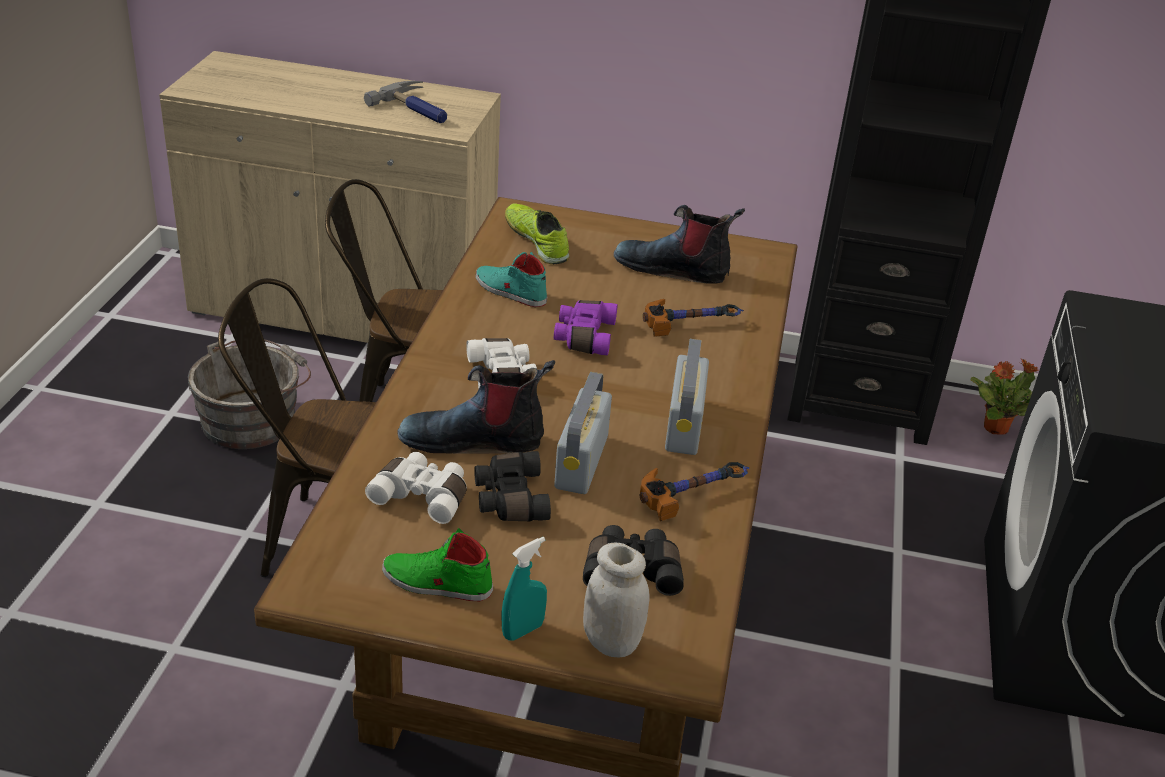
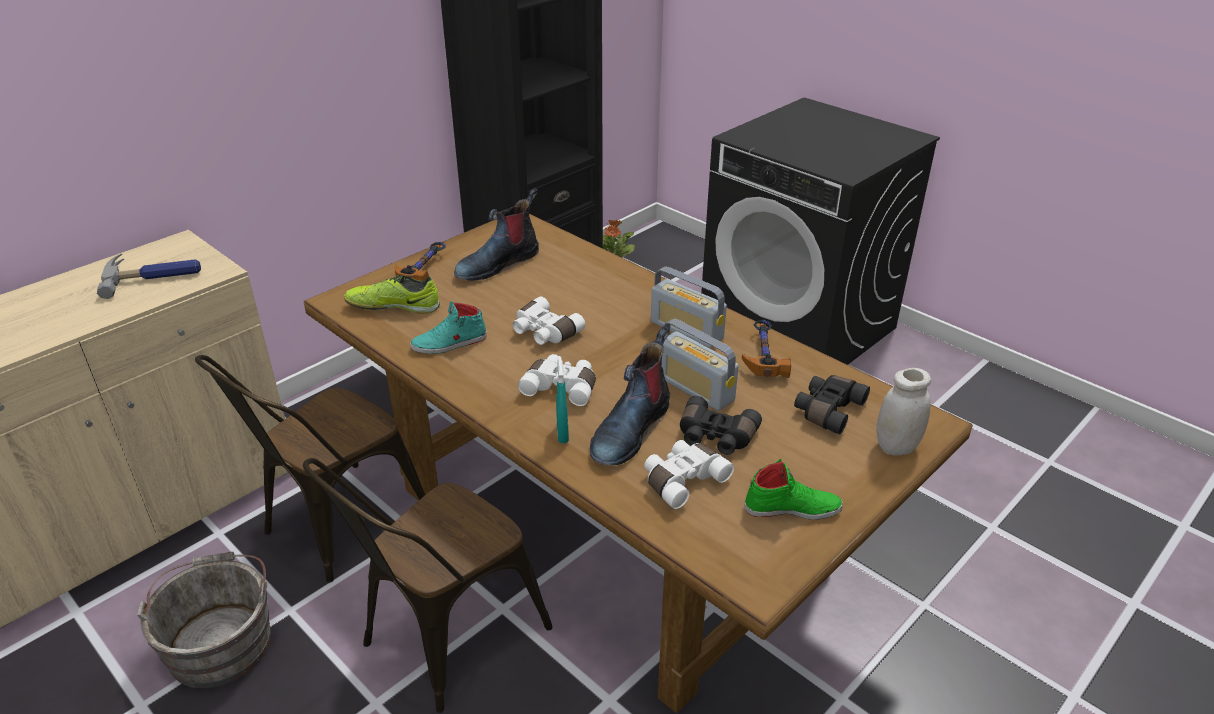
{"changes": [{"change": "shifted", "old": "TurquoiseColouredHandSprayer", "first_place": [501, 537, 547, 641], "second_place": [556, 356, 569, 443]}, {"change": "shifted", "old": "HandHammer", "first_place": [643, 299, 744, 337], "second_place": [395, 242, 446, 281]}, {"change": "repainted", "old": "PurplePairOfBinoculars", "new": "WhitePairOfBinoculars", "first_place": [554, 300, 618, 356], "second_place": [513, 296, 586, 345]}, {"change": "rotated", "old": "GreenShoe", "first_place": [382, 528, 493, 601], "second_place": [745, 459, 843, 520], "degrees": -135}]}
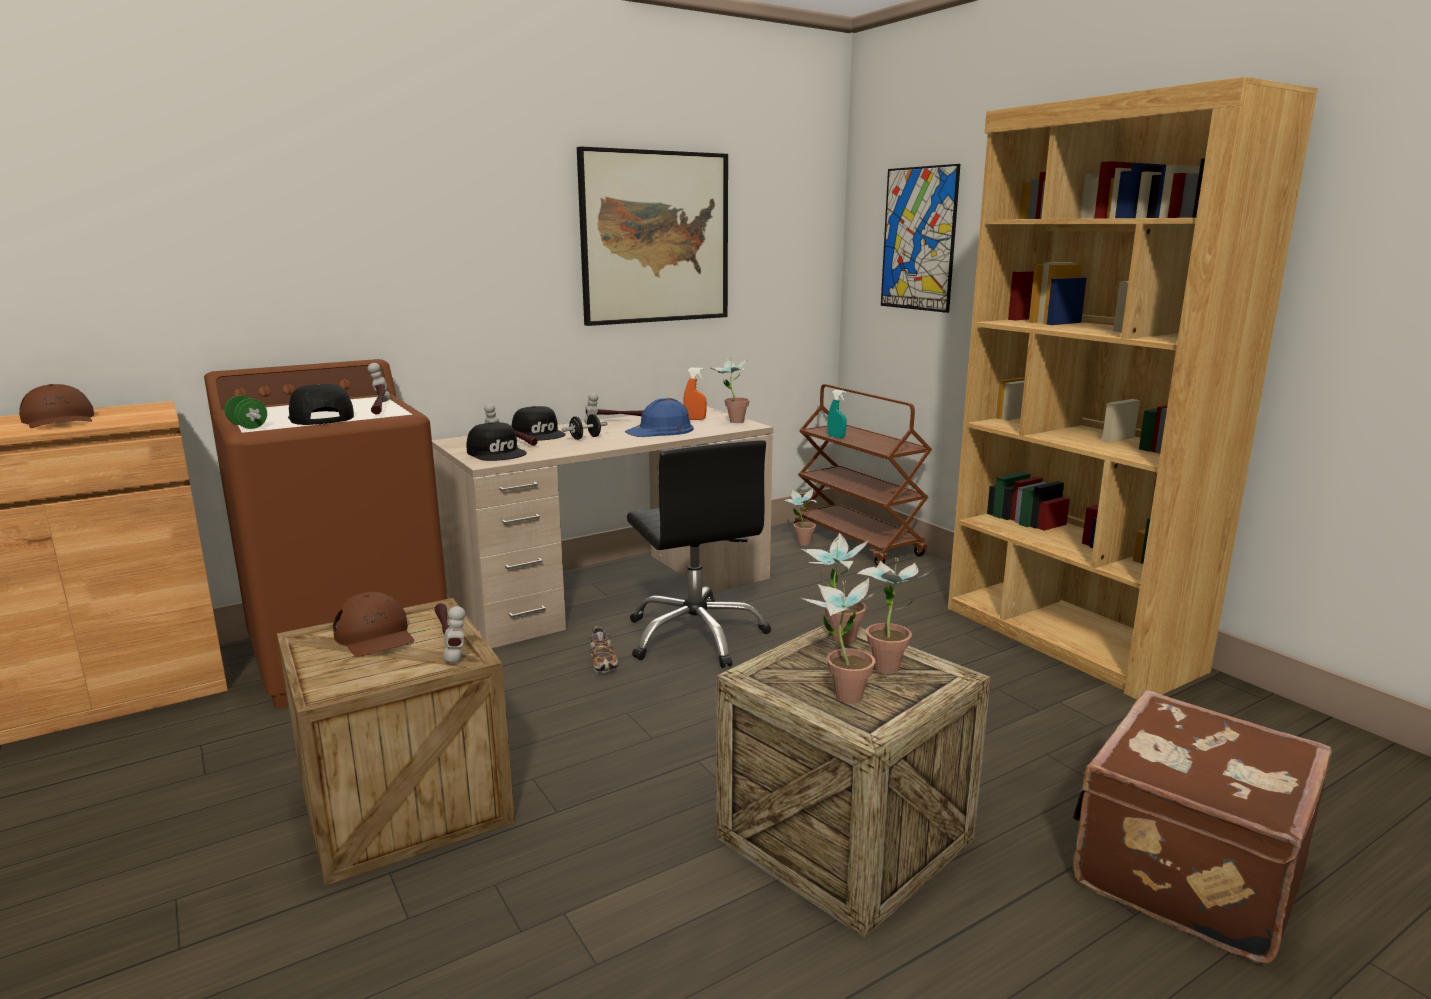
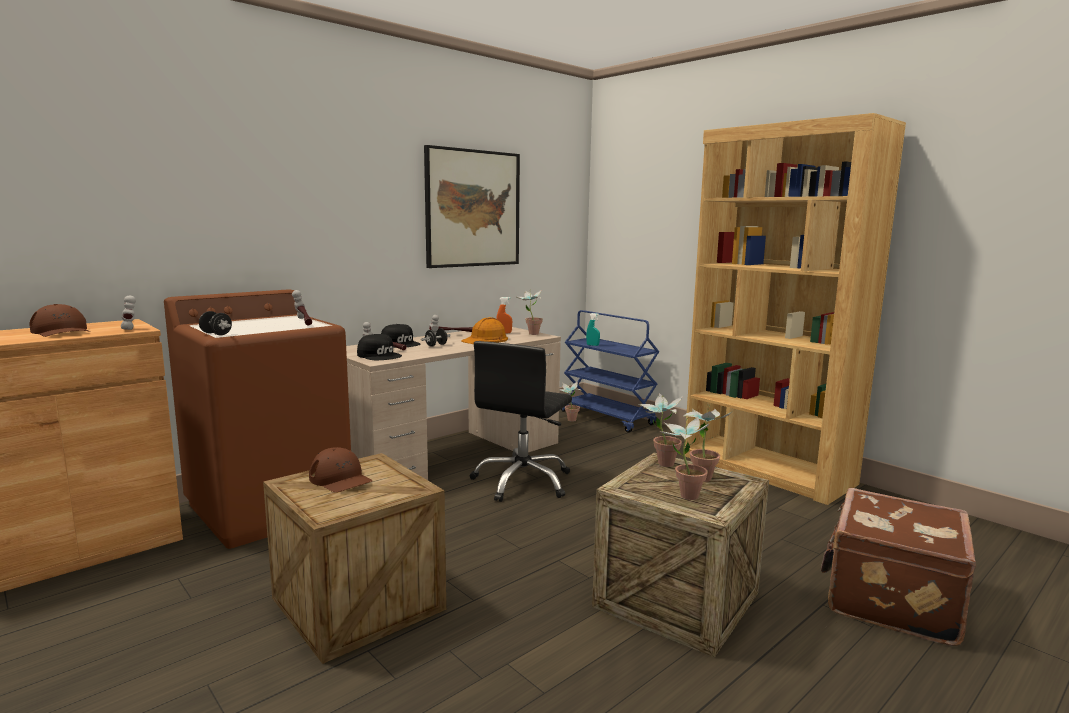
{"changes": [{"change": "gone", "old": "BlackColouredCap", "first_place": [288, 384, 354, 425]}, {"change": "gone", "old": "Shoe", "first_place": [588, 626, 618, 673]}, {"change": "gone", "old": "WallPicture", "first_place": [881, 164, 960, 313]}, {"change": "shifted", "old": "HandHammer", "first_place": [434, 603, 466, 663], "second_place": [121, 296, 136, 330]}, {"change": "repainted", "old": "GreenHandWeight", "new": "BlackColouredHandWeight", "first_place": [225, 395, 267, 429], "second_place": [199, 311, 232, 335]}, {"change": "repainted", "old": "BlueSafetyHelmet", "new": "OrangeColouredSafetyHelmet", "first_place": [625, 398, 694, 437], "second_place": [461, 317, 508, 344]}, {"change": "repainted", "old": "BrownColouredTrolley", "new": "BlueTrolley", "first_place": [794, 384, 932, 566], "second_place": [561, 310, 659, 433]}, {"change": "rotated", "old": "BlackColouredOfficeChair", "first_place": [627, 440, 771, 668], "second_place": [470, 341, 572, 502], "degrees": 60}]}
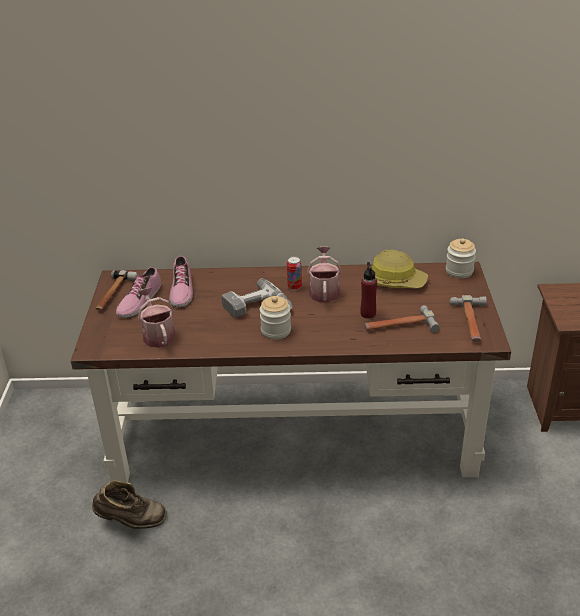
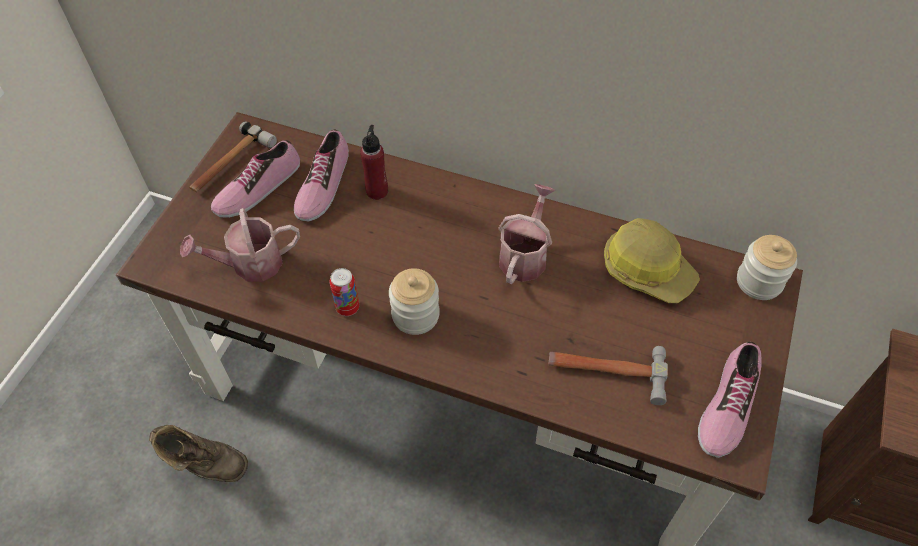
{"changes": [{"change": "gone", "old": "PowerDrill", "first_place": [221, 278, 293, 318]}, {"change": "shifted", "old": "Can", "first_place": [287, 257, 302, 290], "second_place": [330, 268, 359, 316]}, {"change": "shifted", "old": "RedBottle", "first_place": [360, 262, 377, 319], "second_place": [360, 125, 388, 200]}, {"change": "swapped", "old": "HandHammer", "new": "Shoe", "first_place": [450, 295, 487, 342], "second_place": [698, 342, 762, 458]}, {"change": "rotated", "old": "SprinklingCan", "first_place": [138, 288, 175, 348], "second_place": [180, 208, 300, 282], "degrees": -105}]}
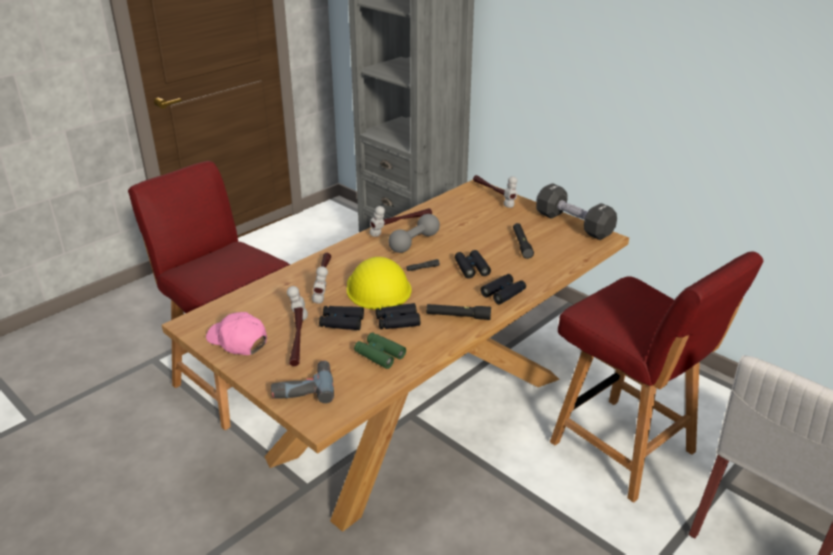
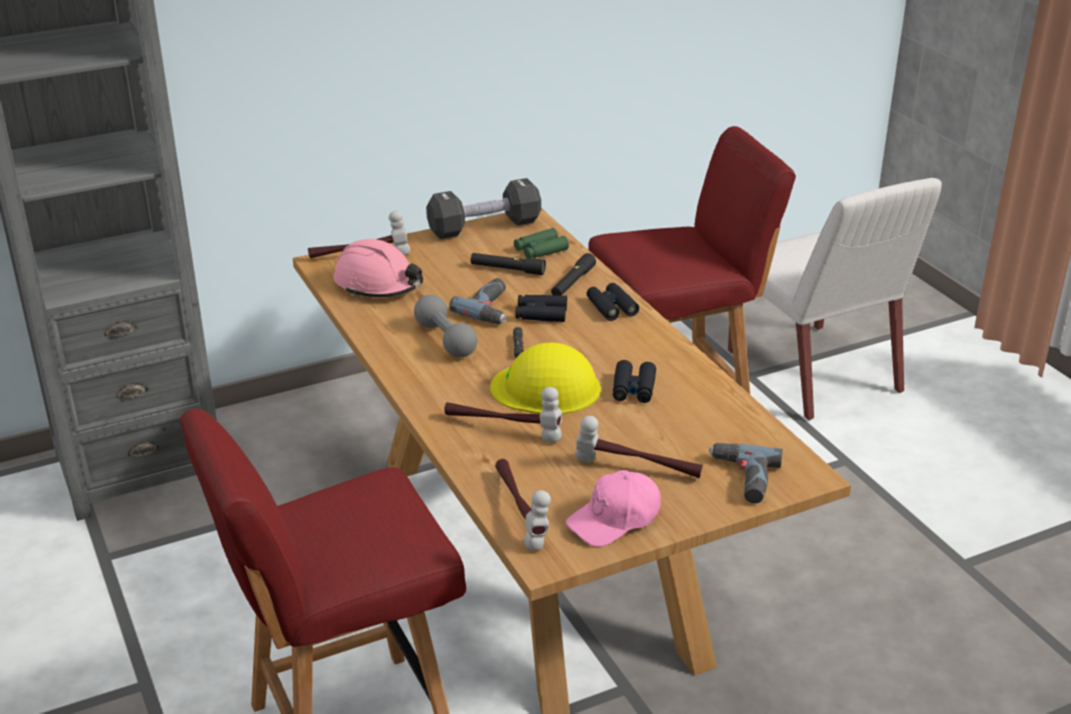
{"changes": [{"change": "gone", "old": "BlackColouredPairOfBinoculars", "first_place": [319, 306, 364, 330]}, {"change": "new", "new": "PinkishSafetyHelmet", "second_place": [333, 239, 423, 297]}, {"change": "new", "new": "PowerDrill", "second_place": [449, 278, 506, 324]}, {"change": "shifted", "old": "GreenPairOfBinoculars", "first_place": [354, 332, 406, 369], "second_place": [514, 228, 569, 258]}, {"change": "shifted", "old": "HandHammer", "first_place": [369, 206, 432, 237], "second_place": [495, 459, 551, 551]}, {"change": "shifted", "old": "BlackColouredFlashlight", "first_place": [426, 304, 491, 320], "second_place": [551, 253, 596, 296]}]}
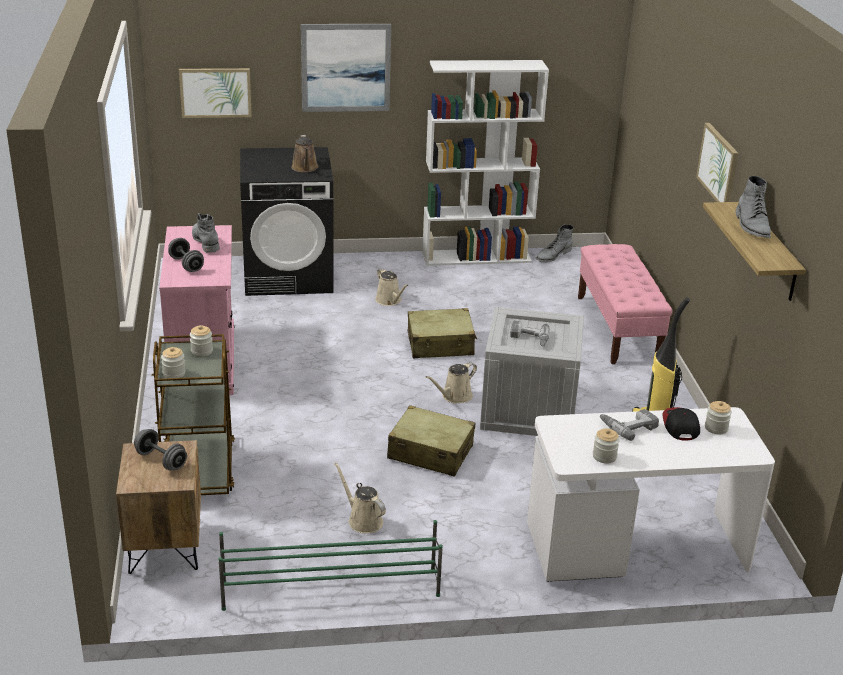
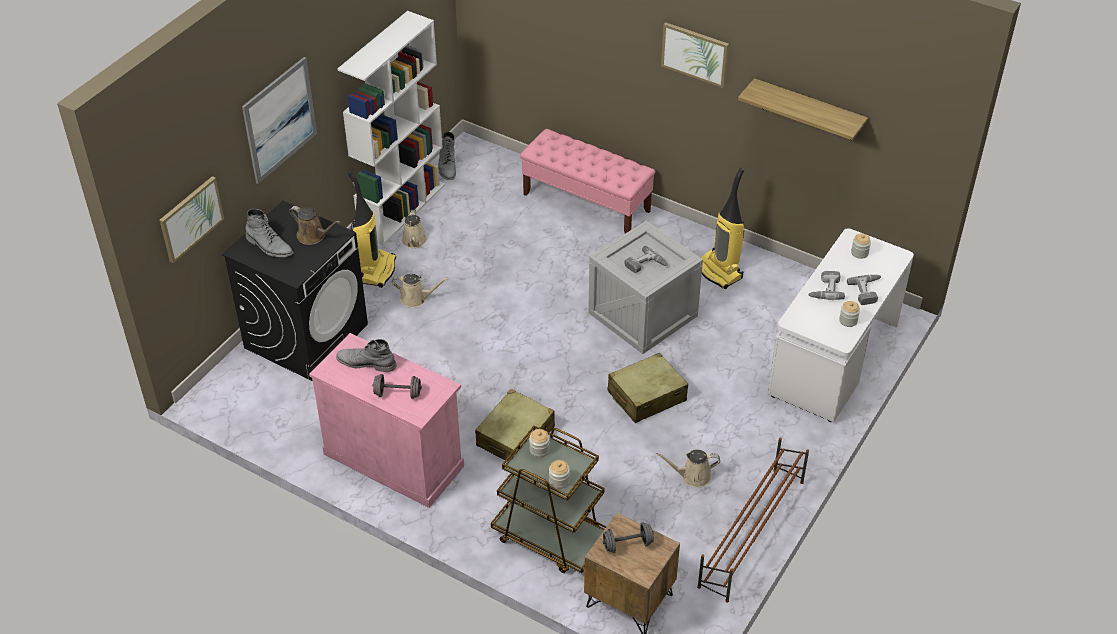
{"changes": [{"change": "gone", "old": "Cap", "first_place": [663, 407, 700, 440]}, {"change": "new", "new": "Hoover", "second_place": [347, 170, 396, 288]}, {"change": "new", "new": "PowerDrill", "second_place": [847, 275, 882, 305]}, {"change": "shifted", "old": "BeigeColouredSuitcase", "first_place": [408, 308, 477, 358], "second_place": [475, 389, 555, 462]}, {"change": "shifted", "old": "BeigeColouredSprinklingCan", "first_place": [426, 362, 477, 403], "second_place": [402, 210, 427, 248]}, {"change": "shifted", "old": "GrayBoot", "first_place": [735, 176, 771, 238], "second_place": [246, 209, 294, 257]}, {"change": "repainted", "old": "GreenShoeStand", "new": "BrownColouredShoeStand", "first_place": [219, 520, 443, 611], "second_place": [697, 438, 809, 602]}]}
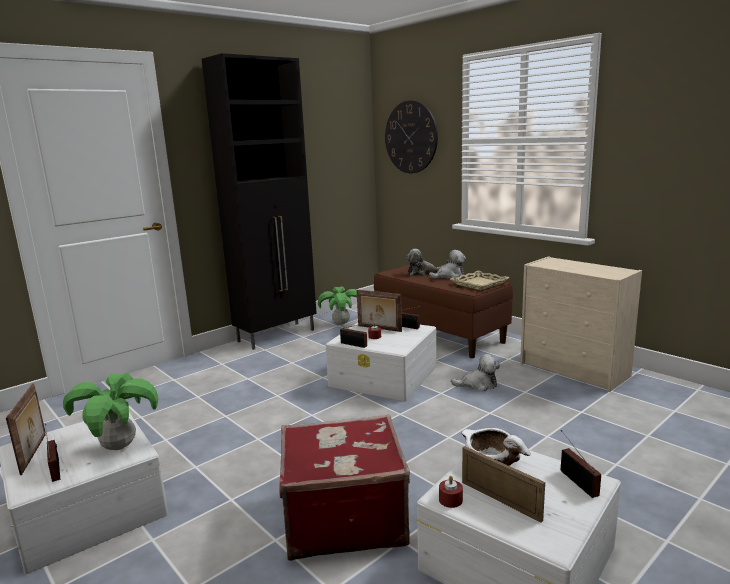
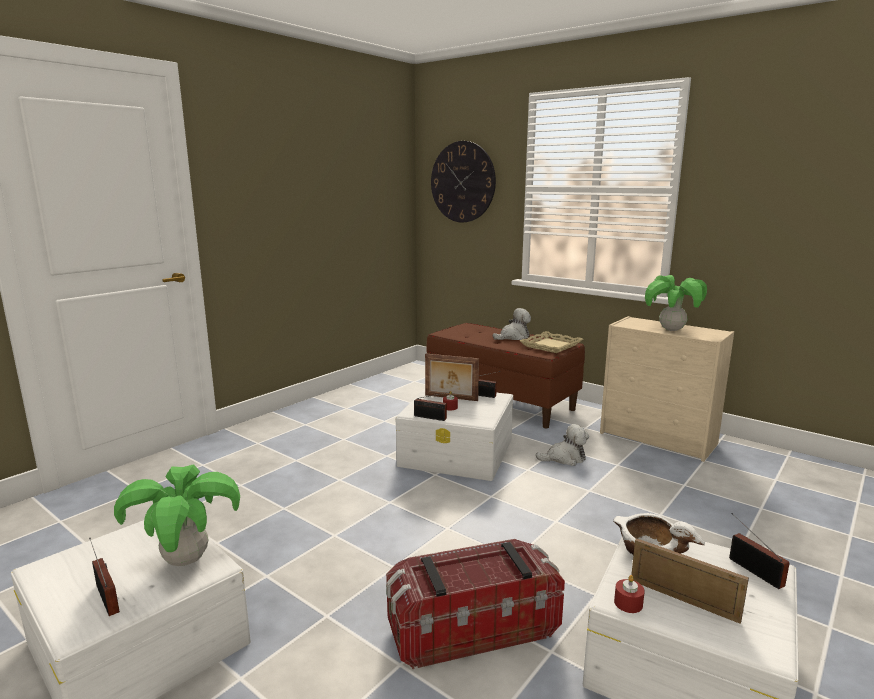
{"changes": [{"change": "gone", "old": "StandingFrame", "first_place": [6, 384, 46, 475]}, {"change": "gone", "old": "BlackColouredStorageCabinet", "first_place": [202, 53, 317, 350]}, {"change": "gone", "old": "CuddlyToy", "first_place": [406, 249, 441, 276]}, {"change": "shifted", "old": "PlantInAPot", "first_place": [318, 286, 357, 325], "second_place": [645, 275, 707, 331]}, {"change": "swapped", "old": "RedSuitcase", "new": "StorageBin", "first_place": [280, 414, 410, 561], "second_place": [386, 539, 565, 669]}]}
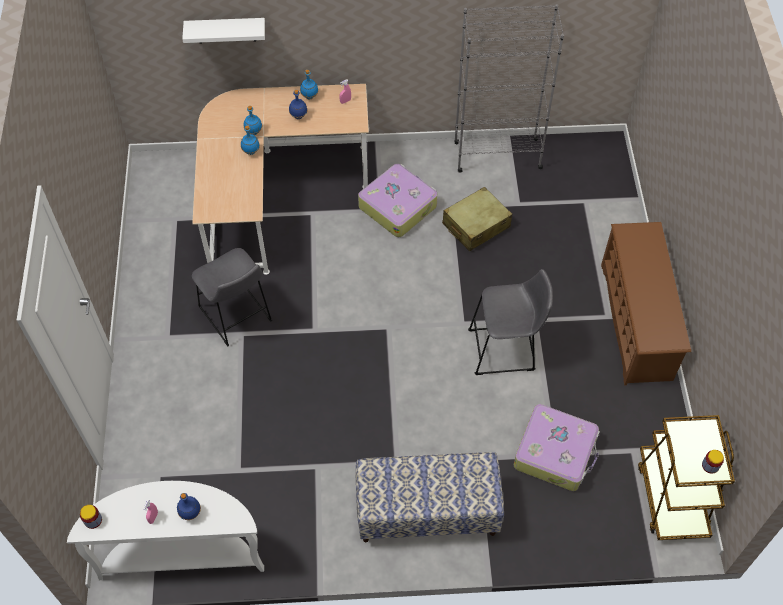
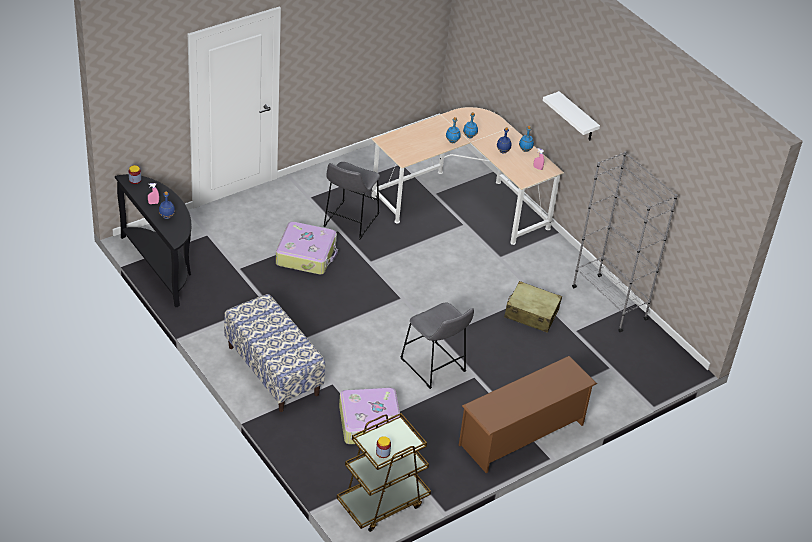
{"changes": [{"change": "shifted", "old": "WhiteShelf", "first_place": [182, 18, 265, 44], "second_place": [543, 91, 600, 140]}, {"change": "shifted", "old": "Suitcase", "first_place": [358, 164, 438, 237], "second_place": [276, 222, 338, 274]}, {"change": "repainted", "old": "WhiteConsoleTable", "new": "BlackColouredConsoleTable", "first_place": [67, 481, 264, 580], "second_place": [115, 174, 192, 307]}]}
